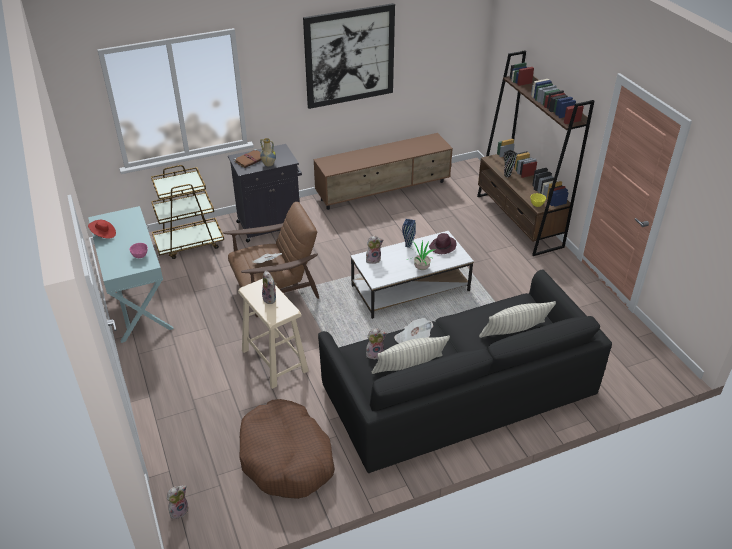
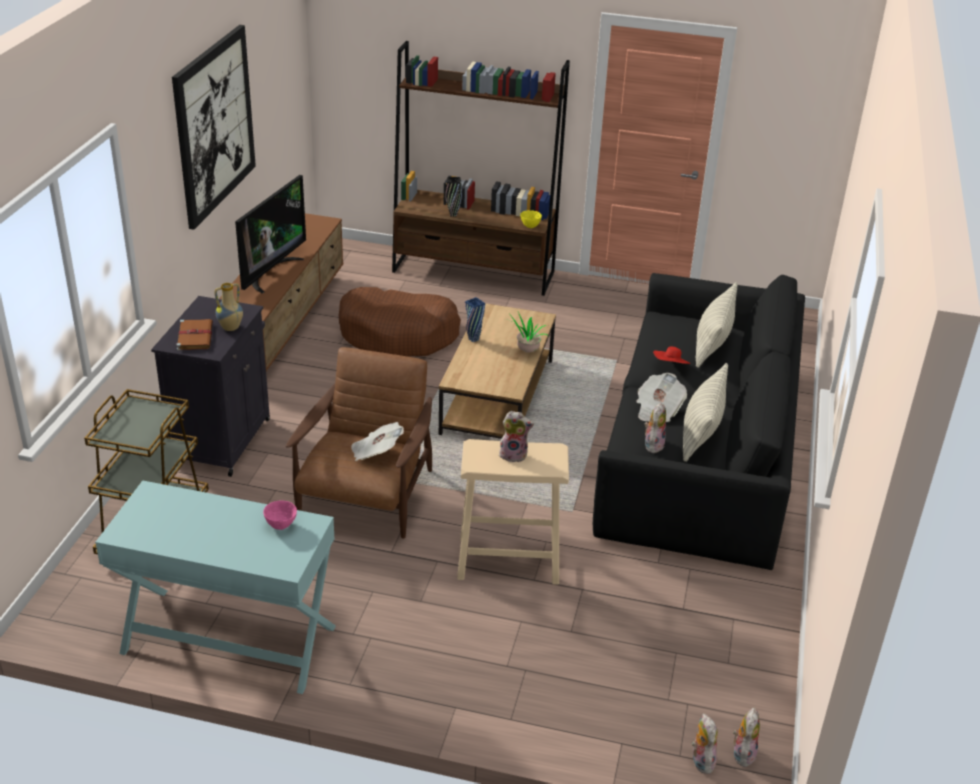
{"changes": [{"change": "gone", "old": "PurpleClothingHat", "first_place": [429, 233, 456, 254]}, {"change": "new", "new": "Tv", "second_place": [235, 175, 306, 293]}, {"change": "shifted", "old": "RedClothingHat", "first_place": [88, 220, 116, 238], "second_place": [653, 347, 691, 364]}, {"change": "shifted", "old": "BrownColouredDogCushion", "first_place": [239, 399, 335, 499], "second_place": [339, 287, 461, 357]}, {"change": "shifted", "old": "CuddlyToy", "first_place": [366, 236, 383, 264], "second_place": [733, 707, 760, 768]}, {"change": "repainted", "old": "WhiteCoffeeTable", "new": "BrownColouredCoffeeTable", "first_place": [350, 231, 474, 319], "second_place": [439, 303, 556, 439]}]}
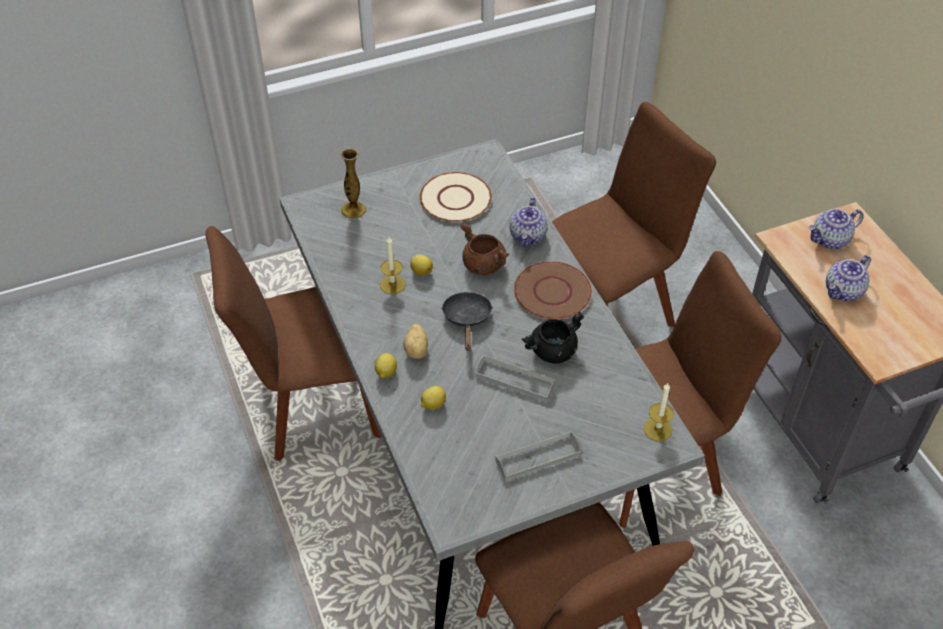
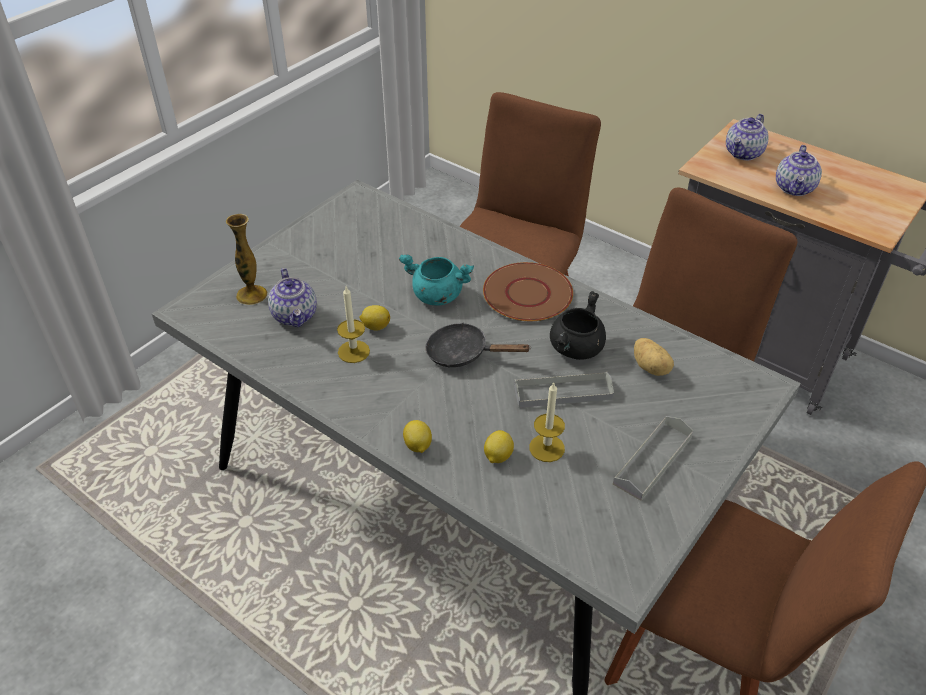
{"changes": [{"change": "gone", "old": "BrownColouredPlainChair", "first_place": [205, 226, 382, 462]}, {"change": "gone", "old": "BeigeColouredPlate", "first_place": [420, 172, 492, 222]}, {"change": "shifted", "old": "Spud", "first_place": [403, 324, 428, 359], "second_place": [634, 338, 674, 376]}, {"change": "shifted", "old": "TeaPot", "first_place": [509, 197, 548, 247], "second_place": [268, 268, 317, 327]}, {"change": "shifted", "old": "WaxLight", "first_place": [644, 383, 674, 441], "second_place": [529, 383, 565, 462]}, {"change": "repainted", "old": "BrownColouredSaucepot", "new": "TurquoiseColouredSaucepot", "first_place": [460, 223, 509, 275], "second_place": [399, 254, 474, 306]}, {"change": "rotated", "old": "BlackColouredFryingPan", "first_place": [441, 292, 493, 351], "second_place": [425, 323, 531, 368], "degrees": -45}]}
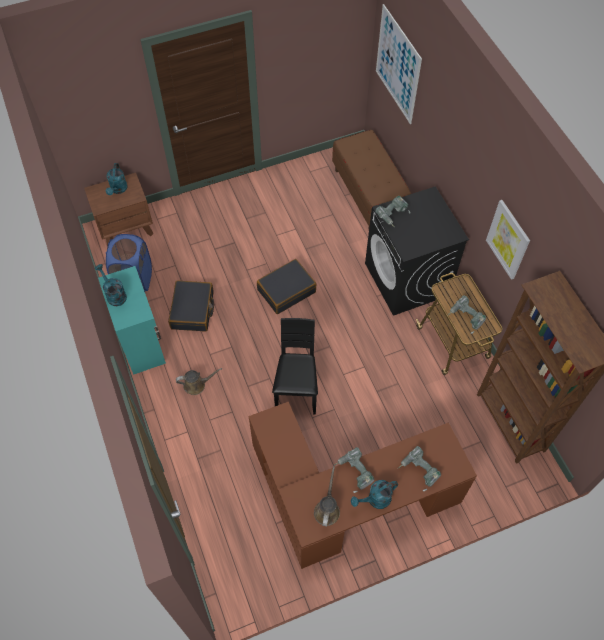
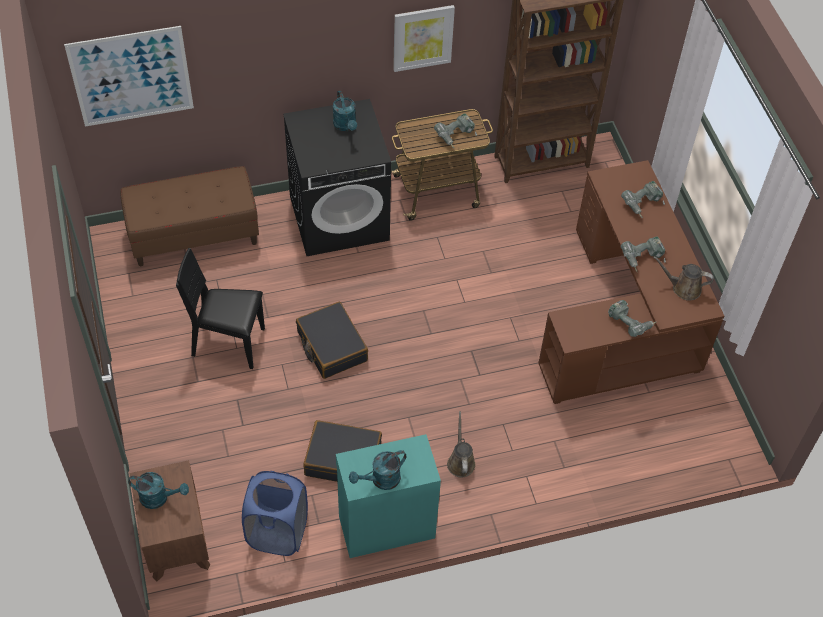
{"changes": [{"change": "shifted", "old": "BlackColouredPlainChair", "first_place": [272, 318, 318, 415], "second_place": [176, 248, 265, 369]}, {"change": "shifted", "old": "TurquoiseColouredSprinklingCan", "first_place": [351, 480, 398, 509], "second_place": [333, 91, 357, 131]}, {"change": "shifted", "old": "PowerDrill", "first_place": [375, 196, 411, 227], "second_place": [608, 300, 656, 337]}]}
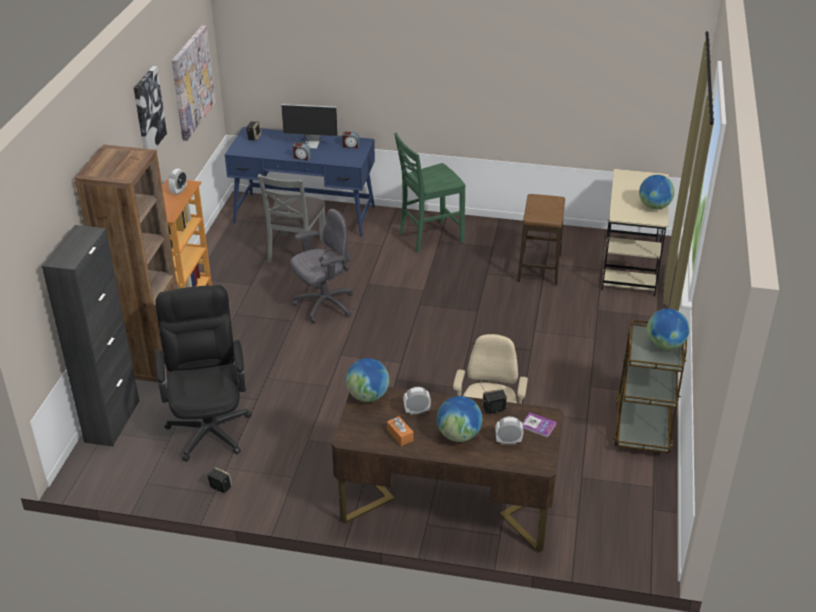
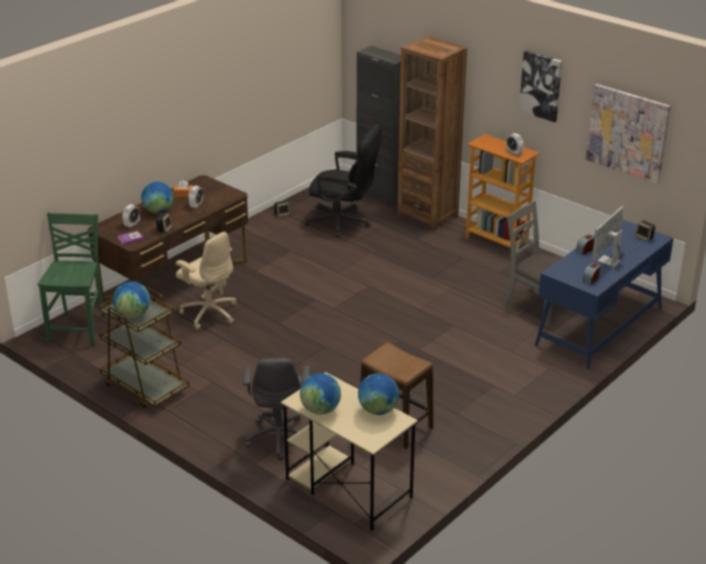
{"changes": [{"change": "shifted", "old": "GrayOfficeChair", "first_place": [290, 209, 353, 324], "second_place": [243, 358, 310, 460]}, {"change": "shifted", "old": "WorldGlobe", "first_place": [346, 358, 389, 402], "second_place": [358, 373, 399, 415]}, {"change": "shifted", "old": "GreenPlainChair", "first_place": [394, 132, 465, 253], "second_place": [38, 212, 106, 346]}]}
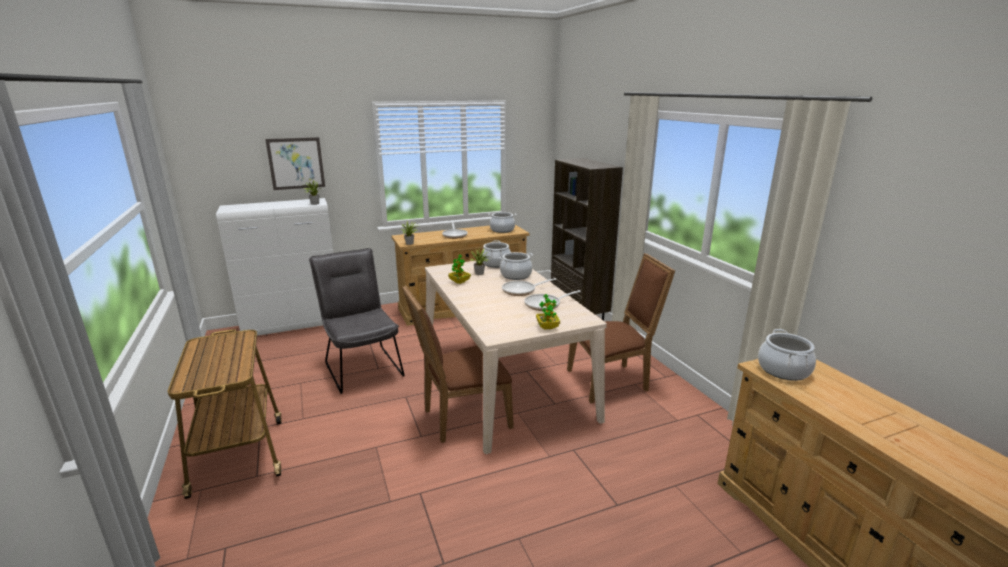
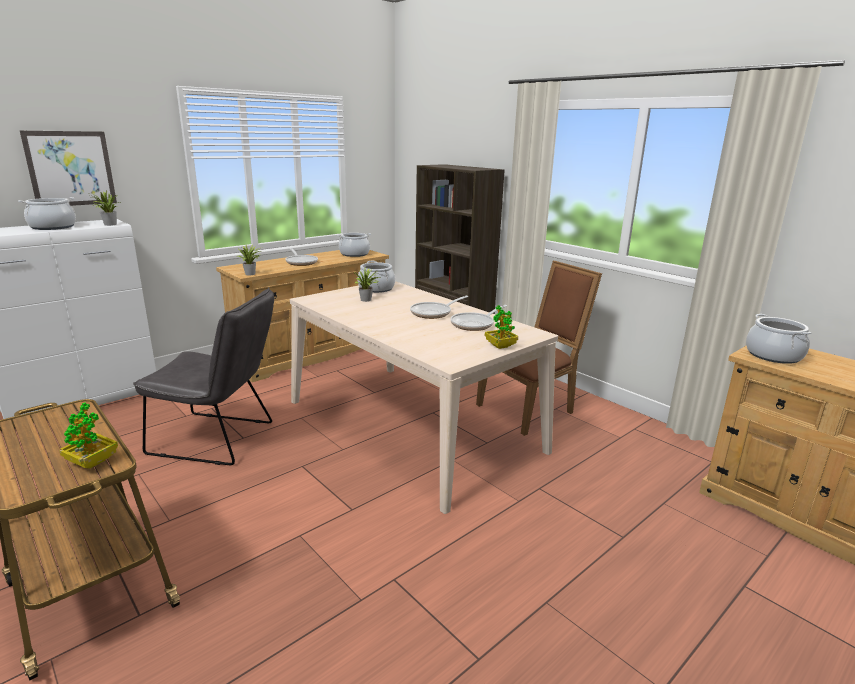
{"changes": [{"change": "gone", "old": "BrownColouredPlainChair", "first_place": [402, 286, 514, 443]}, {"change": "shifted", "old": "PlantInAPot", "first_place": [448, 254, 471, 284], "second_place": [59, 402, 118, 469]}, {"change": "shifted", "old": "Saucepot", "first_place": [499, 252, 533, 280], "second_place": [18, 197, 76, 230]}, {"change": "rotated", "old": "GrayPlainChair", "first_place": [309, 248, 405, 394], "second_place": [133, 288, 274, 465], "degrees": 150}]}
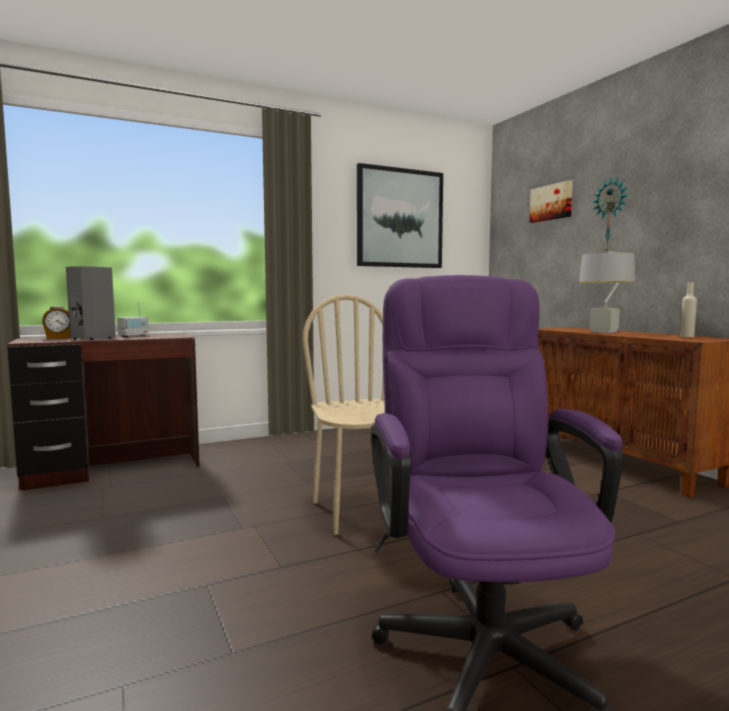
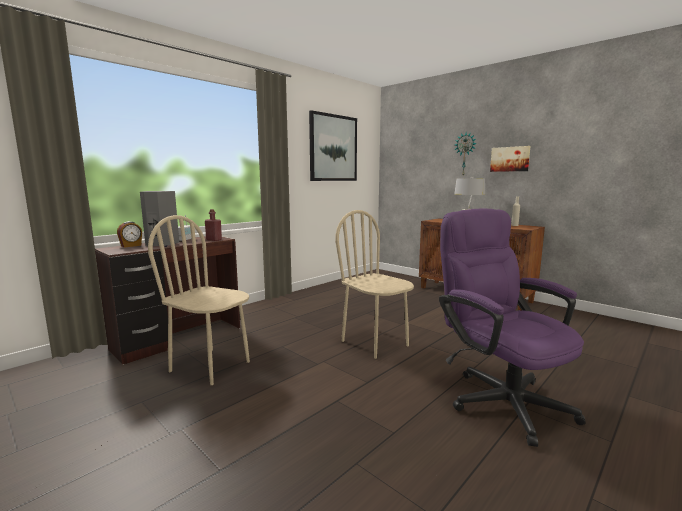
{"changes": [{"change": "new", "new": "BeigeColouredPlainChair", "second_place": [148, 215, 250, 385]}, {"change": "new", "new": "RedBottle", "second_place": [205, 209, 222, 241]}, {"change": "shifted", "old": "WallPicture", "first_place": [529, 180, 573, 223], "second_place": [490, 146, 531, 172]}]}
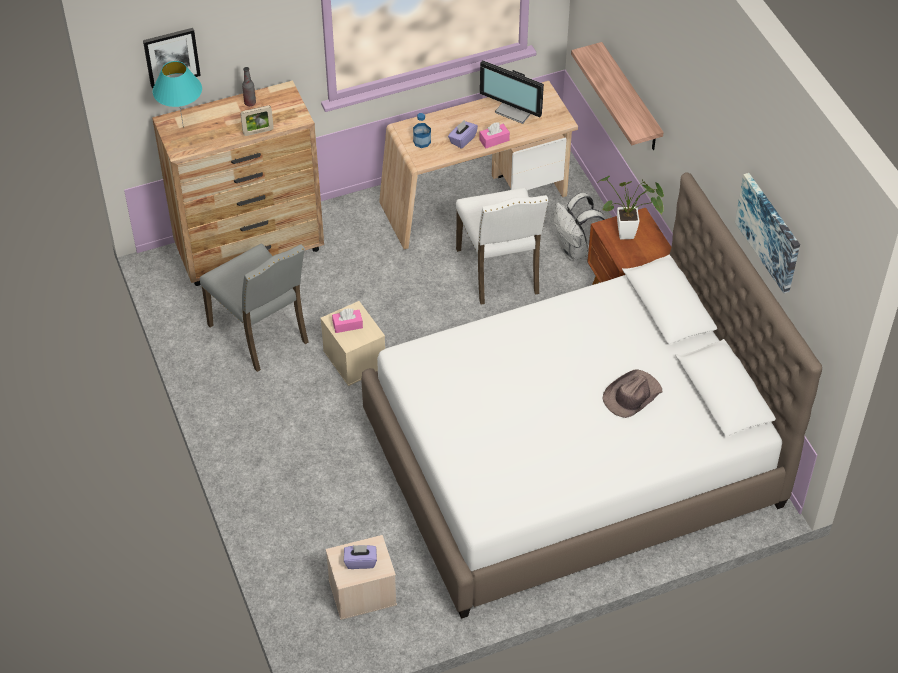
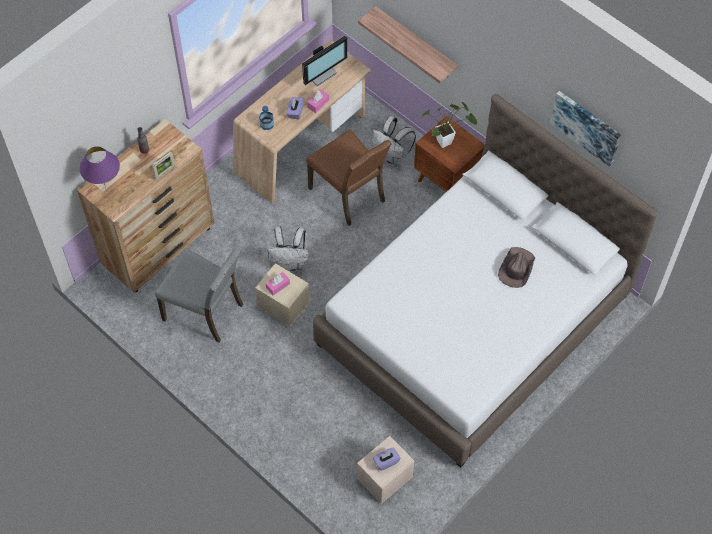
{"changes": [{"change": "gone", "old": "WallPicture", "first_place": [143, 28, 201, 88]}, {"change": "new", "new": "WhiteKnapsack", "second_place": [268, 226, 309, 272]}, {"change": "repainted", "old": "TurquoiseColouredTabletopLamp", "new": "PurpleTabletopLamp", "first_place": [153, 61, 202, 128], "second_place": [80, 146, 120, 188]}, {"change": "repainted", "old": "WhitePlainChair", "new": "BrownColouredPlainChair", "first_place": [456, 188, 549, 304], "second_place": [306, 129, 392, 226]}, {"change": "rotated", "old": "Monitor", "first_place": [480, 60, 544, 124], "second_place": [302, 36, 347, 86], "degrees": -45}]}
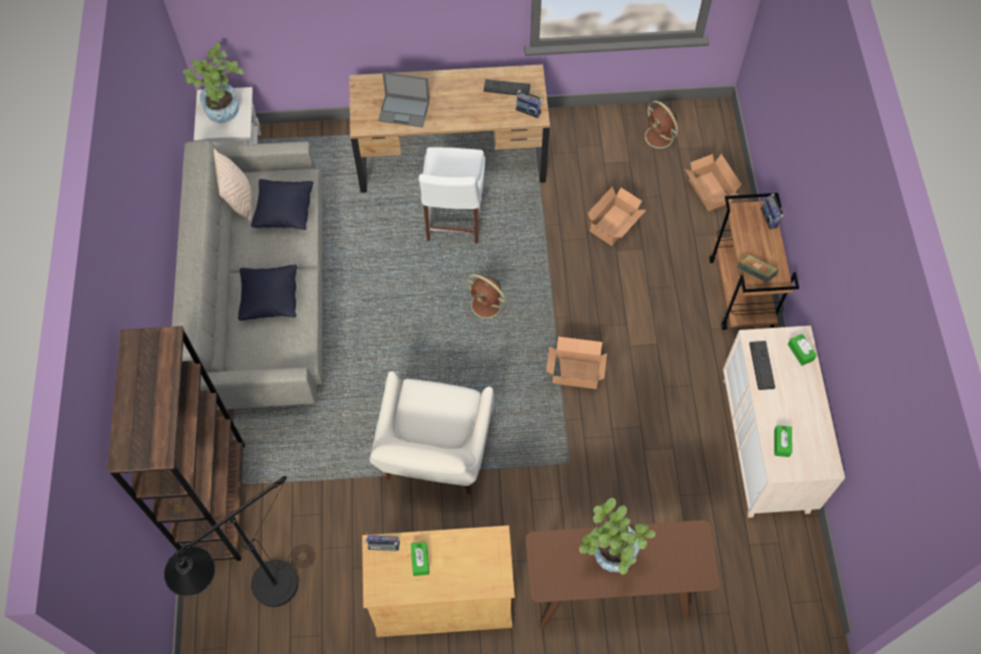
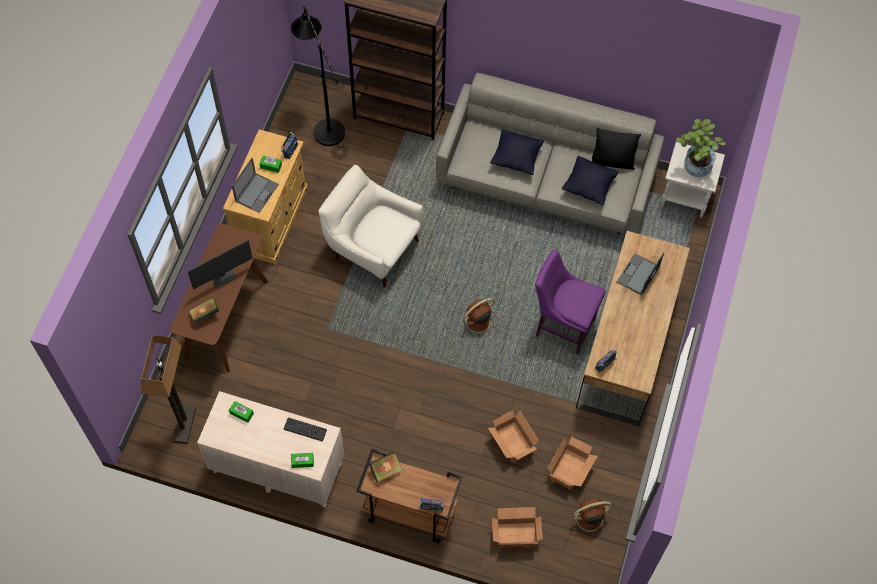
{"changes": [{"change": "gone", "old": "PcKeyboard", "first_place": [484, 79, 530, 96]}, {"change": "new", "new": "StandardLamp", "second_place": [141, 335, 196, 444]}, {"change": "new", "new": "Book", "second_place": [189, 298, 219, 324]}, {"change": "new", "new": "Laptop", "second_place": [232, 158, 279, 213]}, {"change": "shifted", "old": "PackingBox", "first_place": [546, 337, 607, 389], "second_place": [548, 437, 597, 490]}, {"change": "swapped", "old": "PlantInAPot", "new": "Monitor", "first_place": [579, 498, 656, 575], "second_place": [188, 240, 253, 289]}, {"change": "repainted", "old": "BeigeColouredCushion", "new": "BlackColouredCushion", "first_place": [214, 148, 252, 223], "second_place": [592, 128, 641, 170]}, {"change": "repainted", "old": "WhitePlainChair", "new": "PurplePlainChair", "first_place": [419, 147, 485, 243], "second_place": [535, 249, 606, 355]}]}
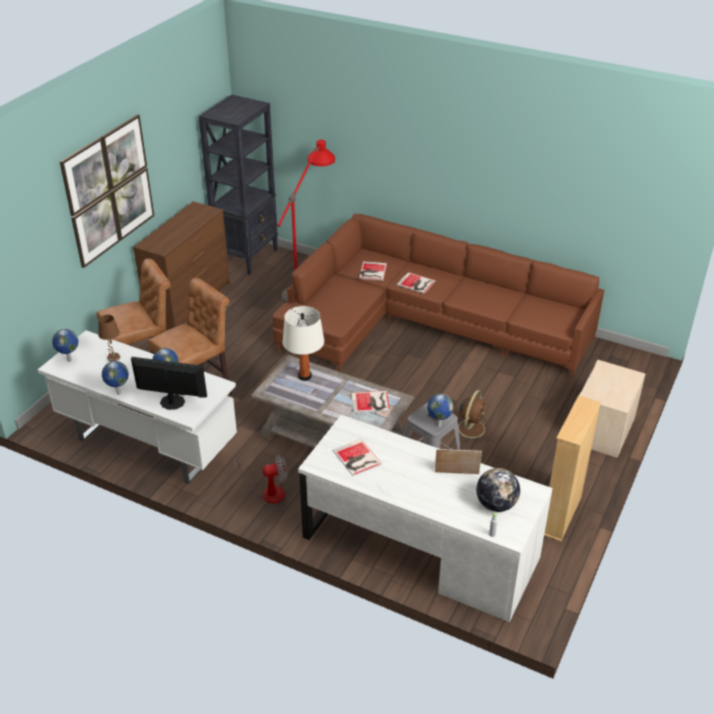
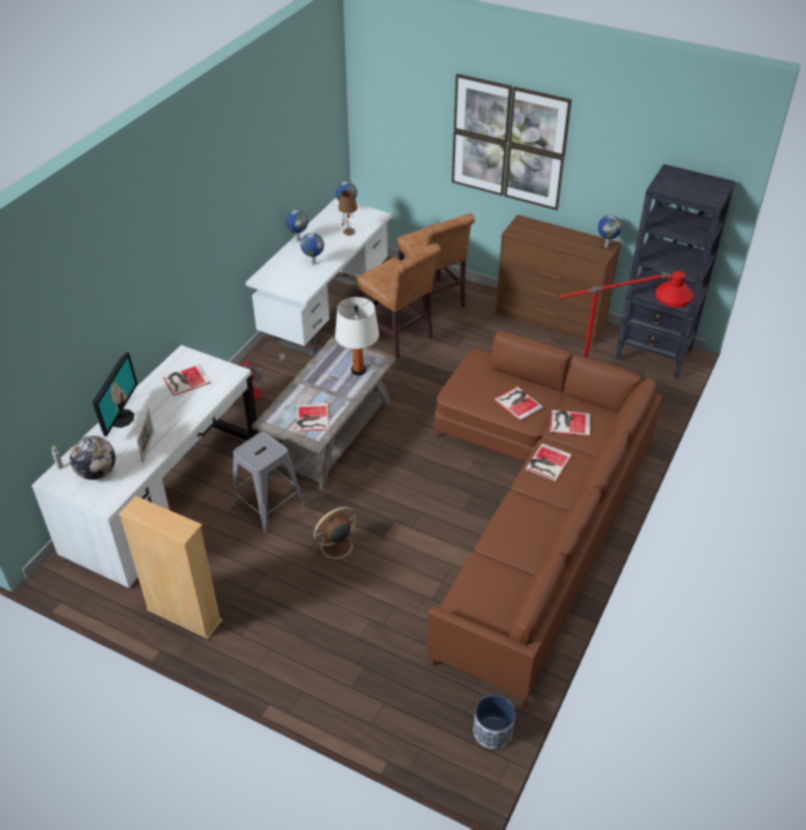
{"changes": [{"change": "gone", "old": "BeigeColouredBedsideTable", "first_place": [579, 360, 645, 458]}, {"change": "new", "new": "PlantPot", "second_place": [473, 695, 515, 749]}, {"change": "new", "new": "Book", "second_place": [494, 387, 543, 421]}, {"change": "shifted", "old": "Monitor", "first_place": [131, 357, 207, 410], "second_place": [92, 352, 138, 437]}, {"change": "shifted", "old": "WorldGlobe", "first_place": [427, 394, 454, 427], "second_place": [598, 215, 622, 248]}, {"change": "rotated", "old": "BrownColouredCoolingFan", "first_place": [458, 390, 491, 442], "second_place": [312, 507, 362, 567], "degrees": 120}]}
